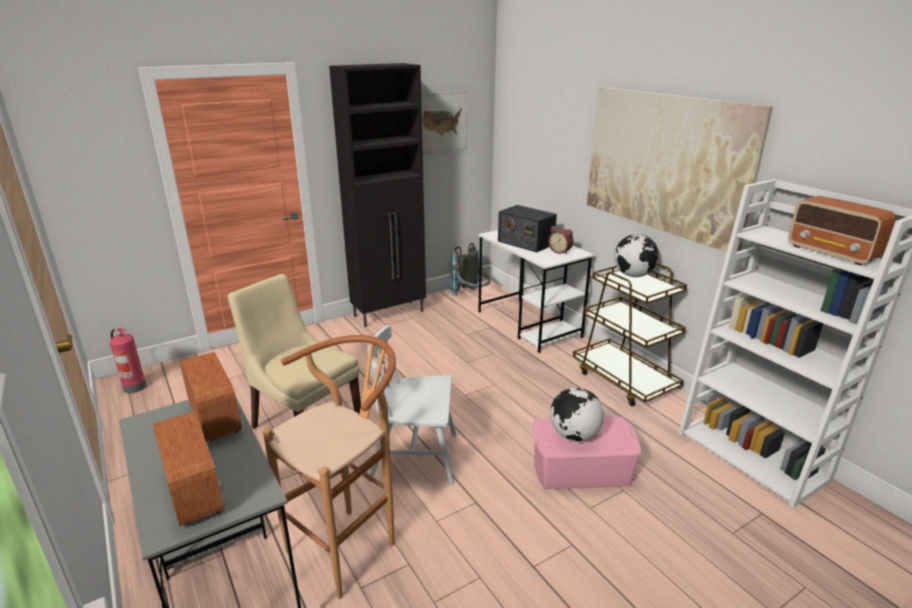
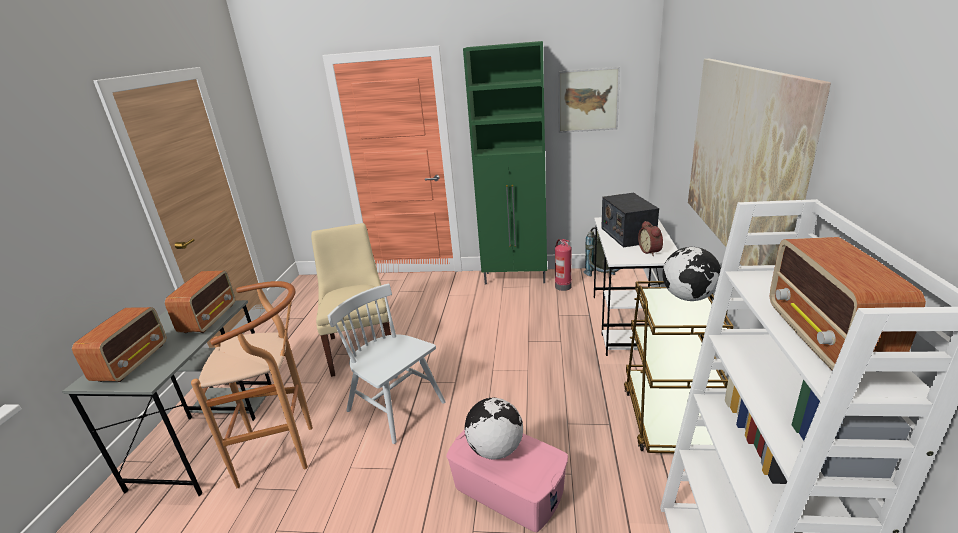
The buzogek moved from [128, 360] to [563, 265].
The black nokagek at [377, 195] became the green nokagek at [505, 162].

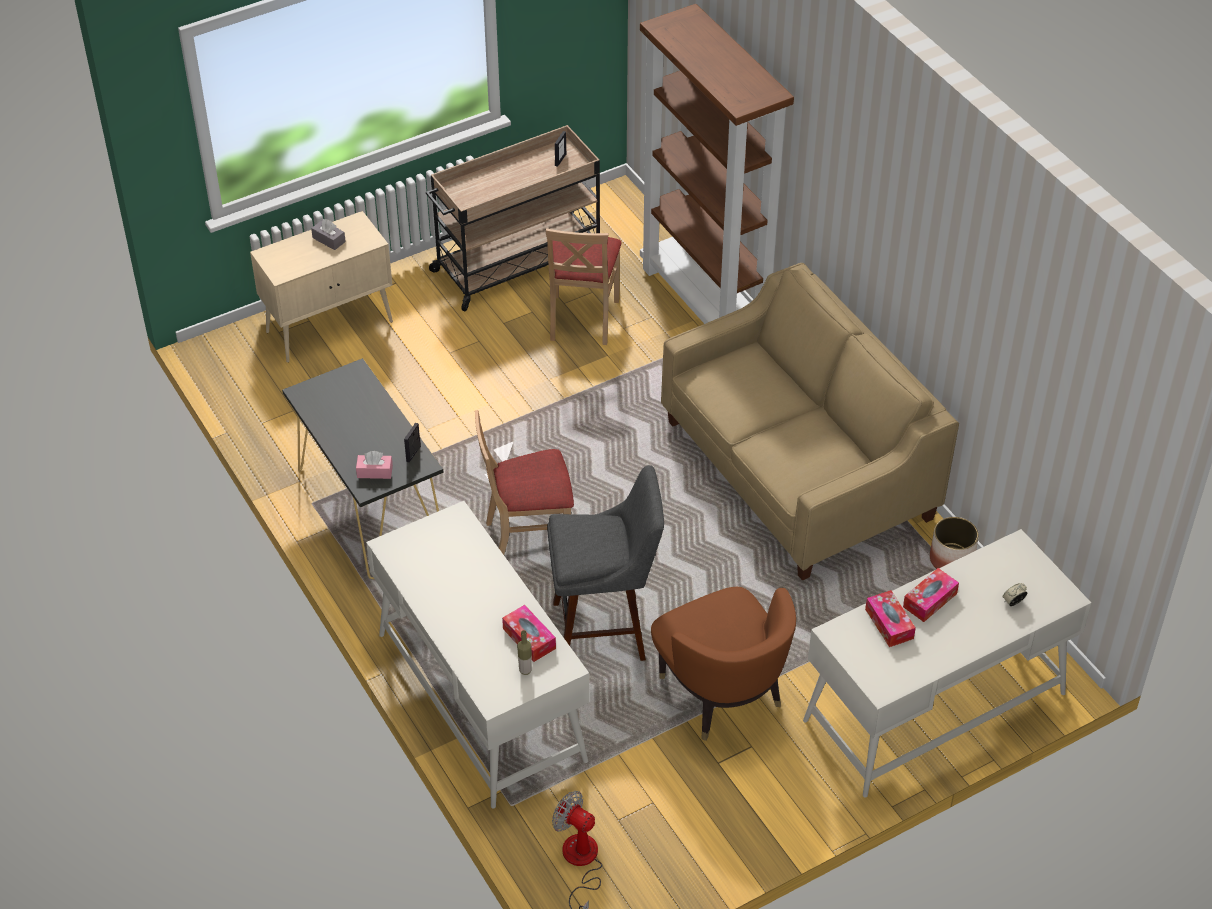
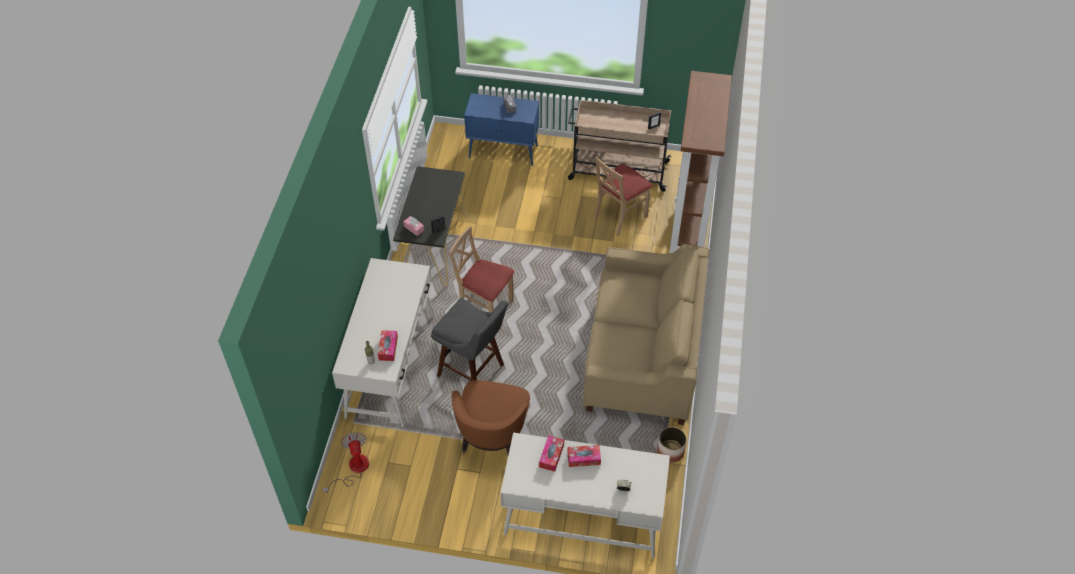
The beige nokagek at [321, 287] became the blue nokagek at [501, 129].

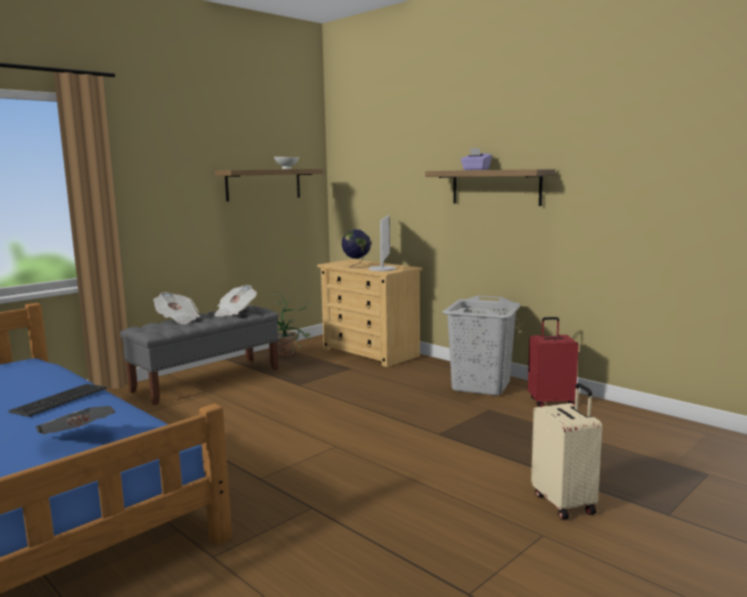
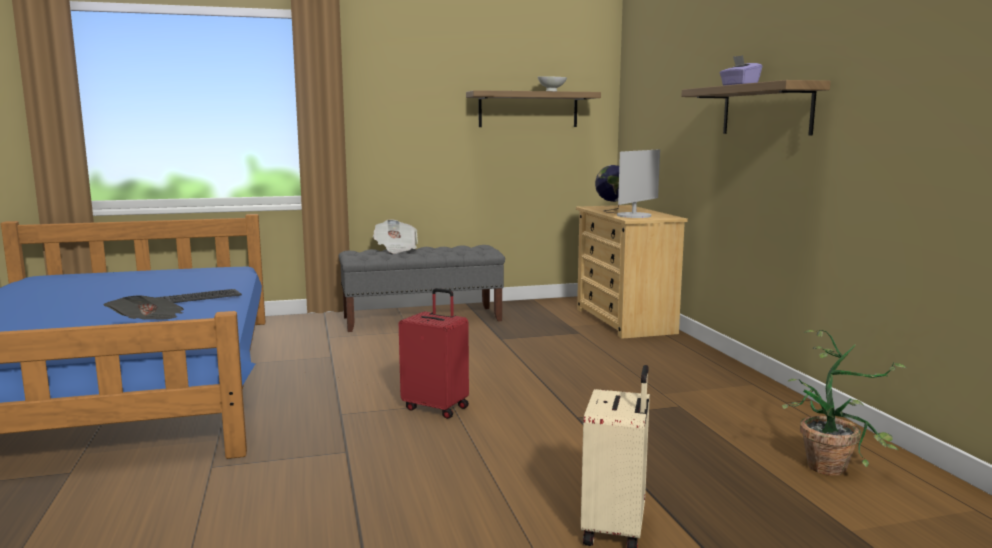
The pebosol at [235, 301] disappeared.
The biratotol moved from [290, 324] to [844, 402].
The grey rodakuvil at [481, 346] disappeared.
The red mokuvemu moved from [553, 362] to [434, 353].

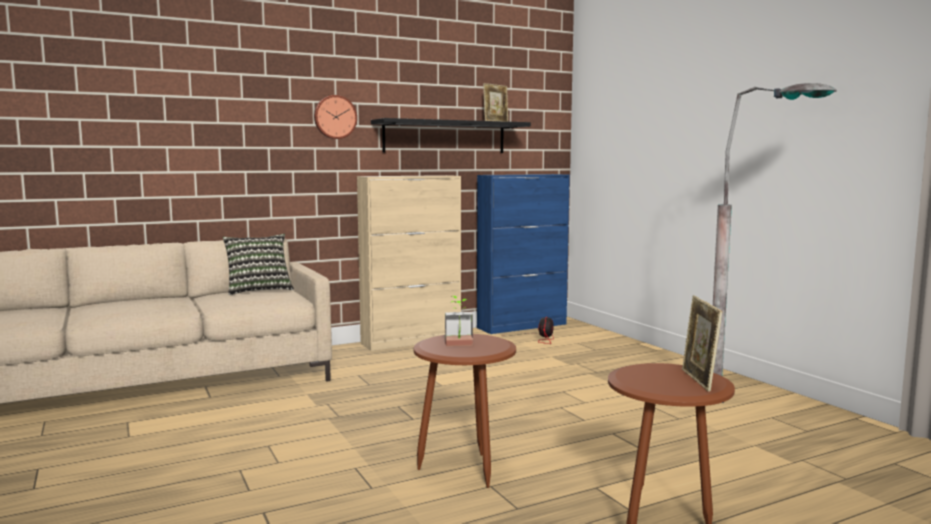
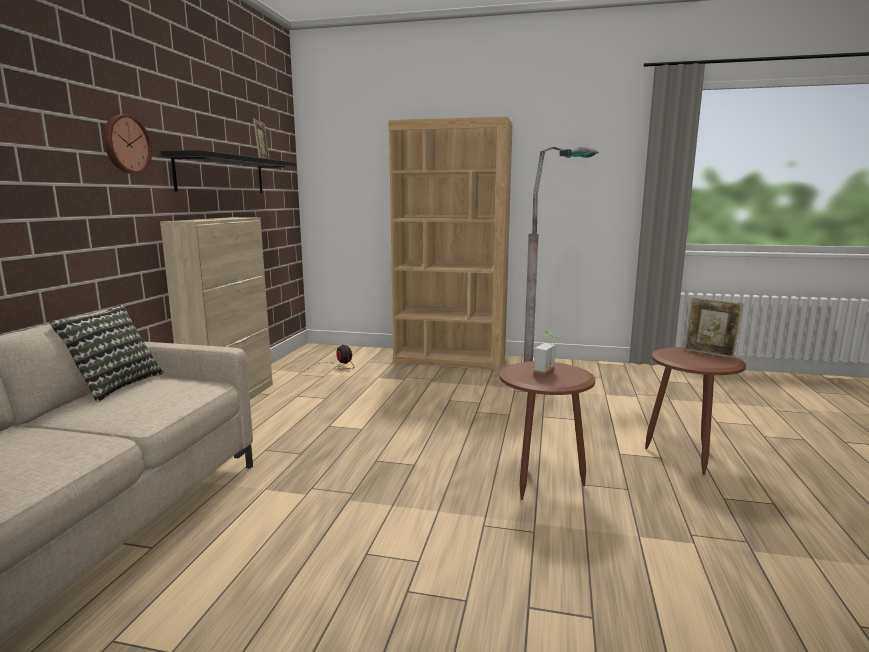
The blue nokagek at [523, 254] disappeared.
The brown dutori at [450, 243] appeared.

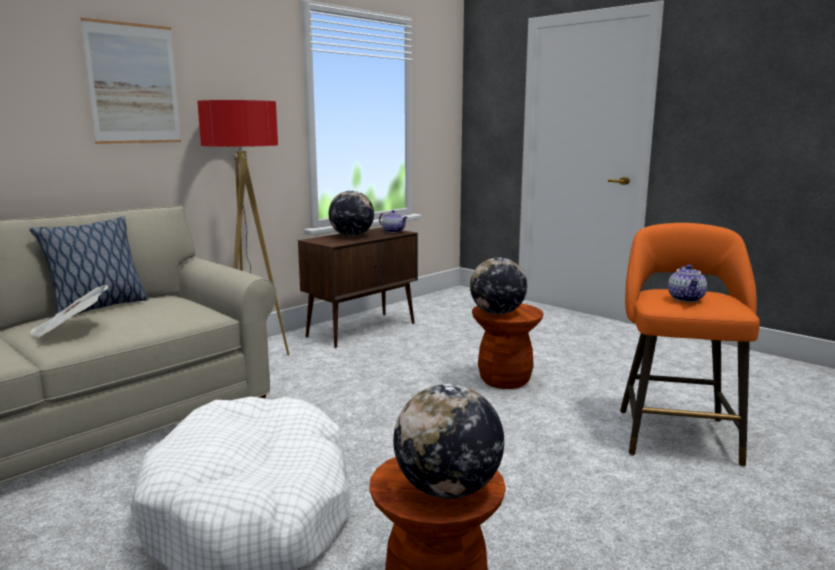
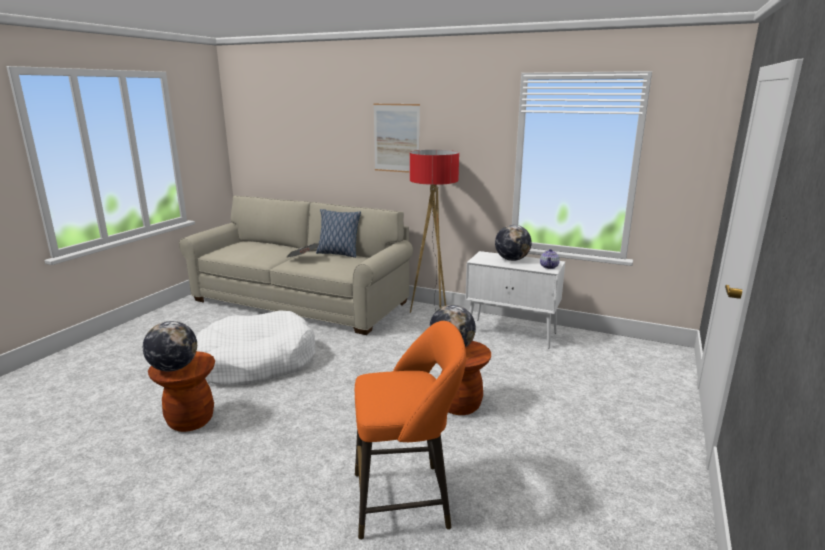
The brown nokagek at [358, 287] became the white nokagek at [515, 299].
The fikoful at [687, 283] disappeared.

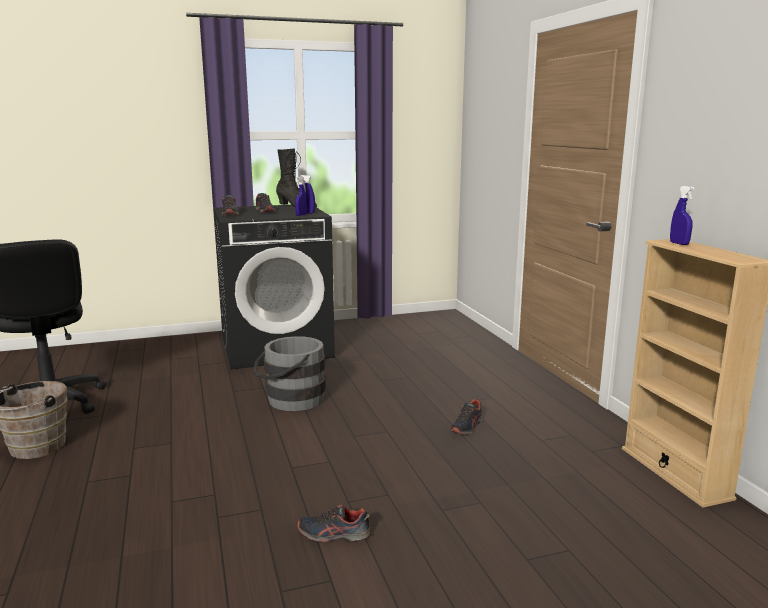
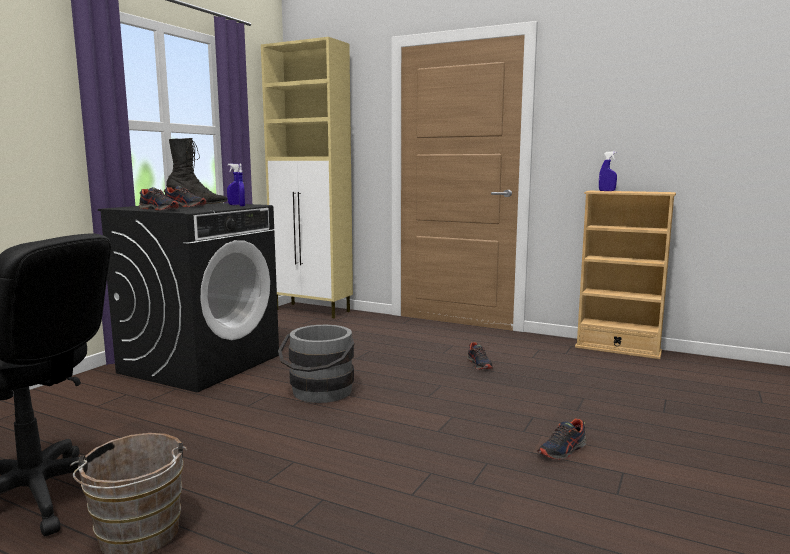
The beige nokagek at [307, 177] appeared.

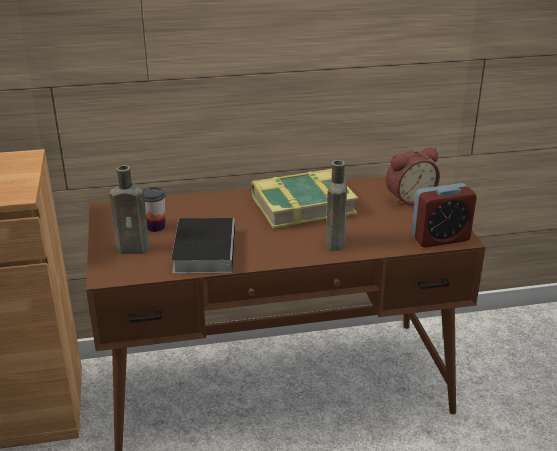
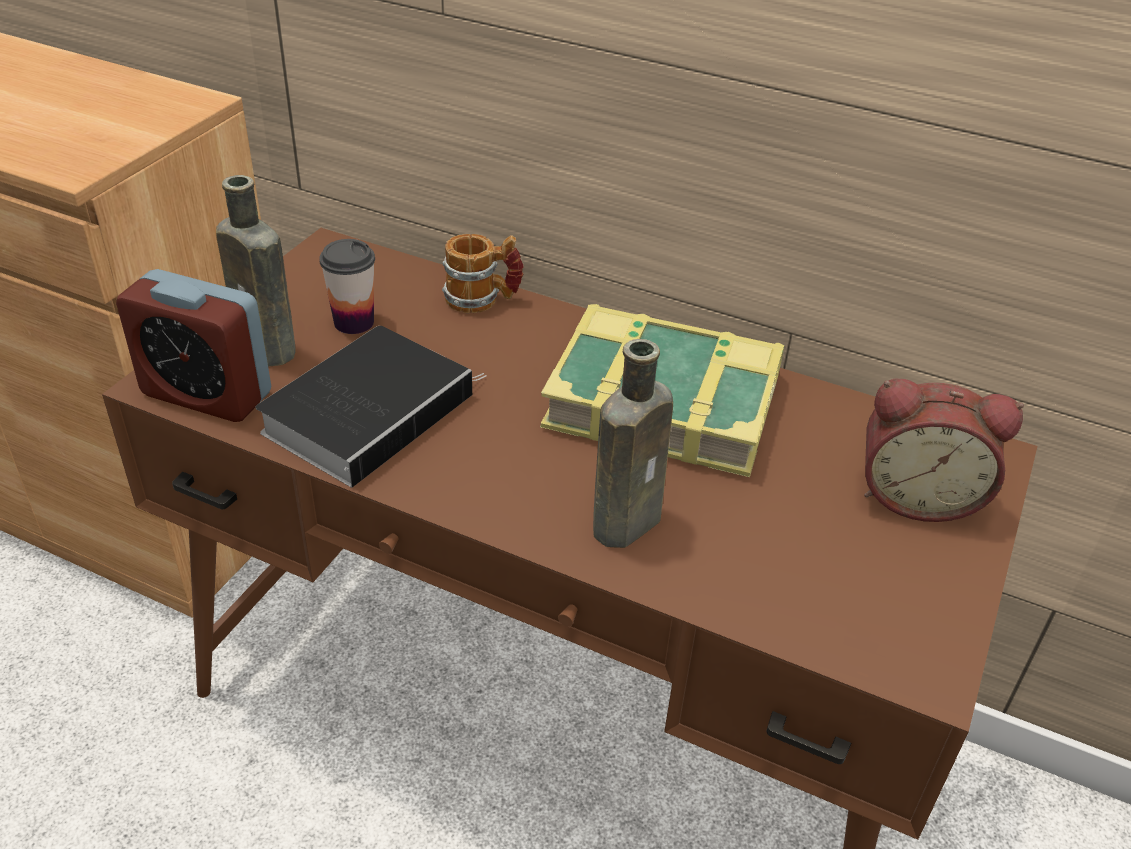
The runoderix moved from [444, 215] to [193, 345].
The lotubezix at [483, 273] appeared.

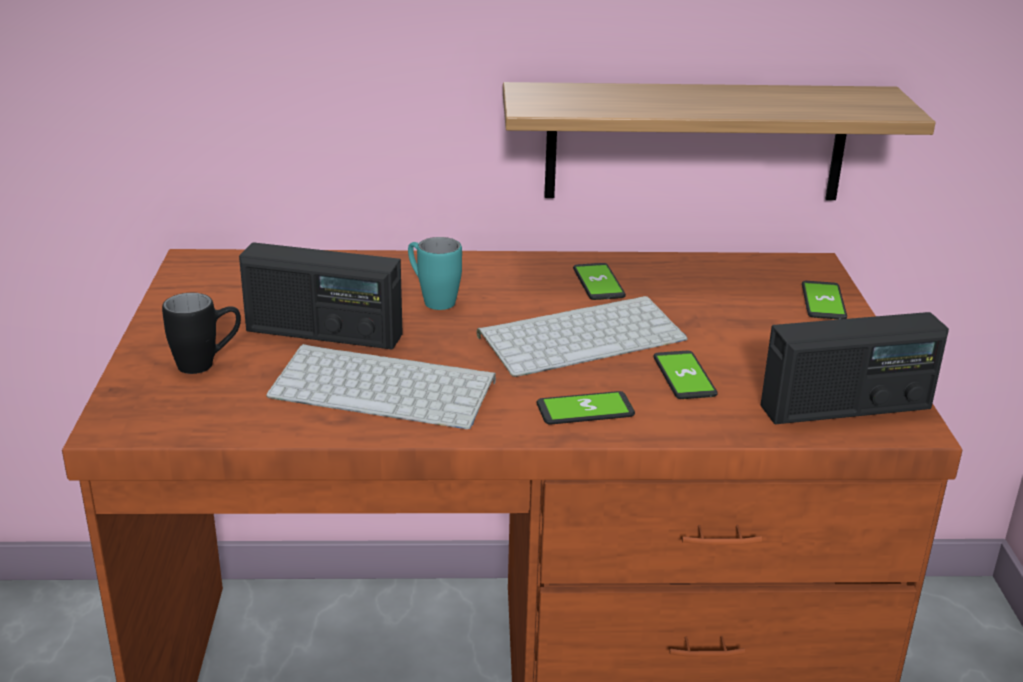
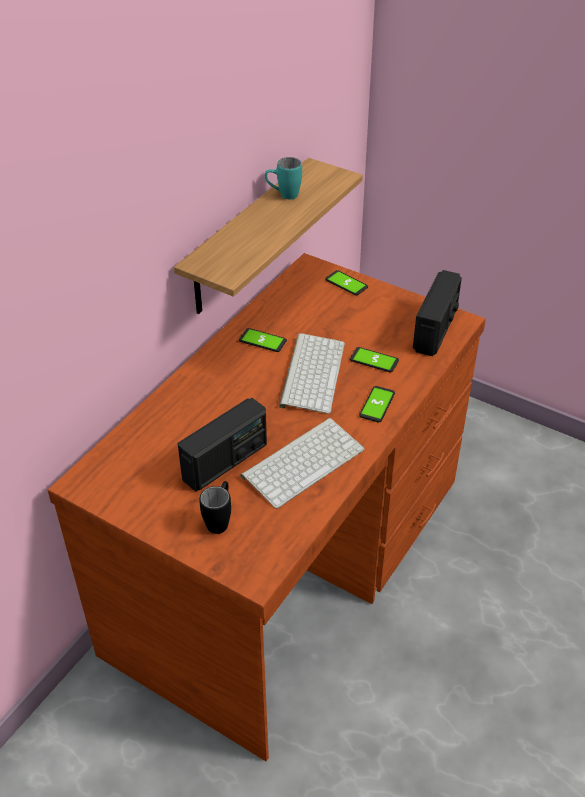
The turquoise lotubezix moved from [435, 273] to [283, 178].

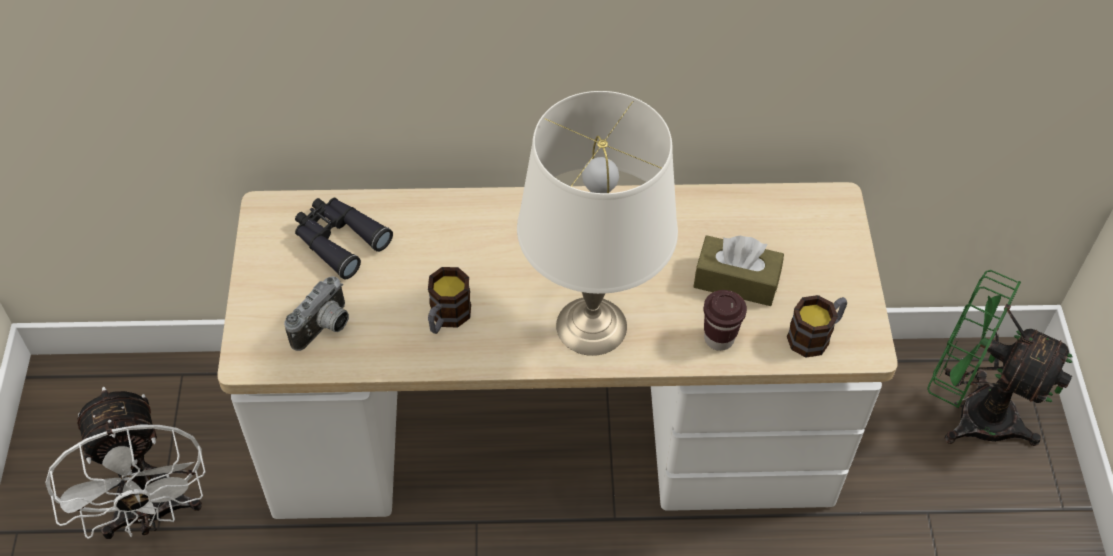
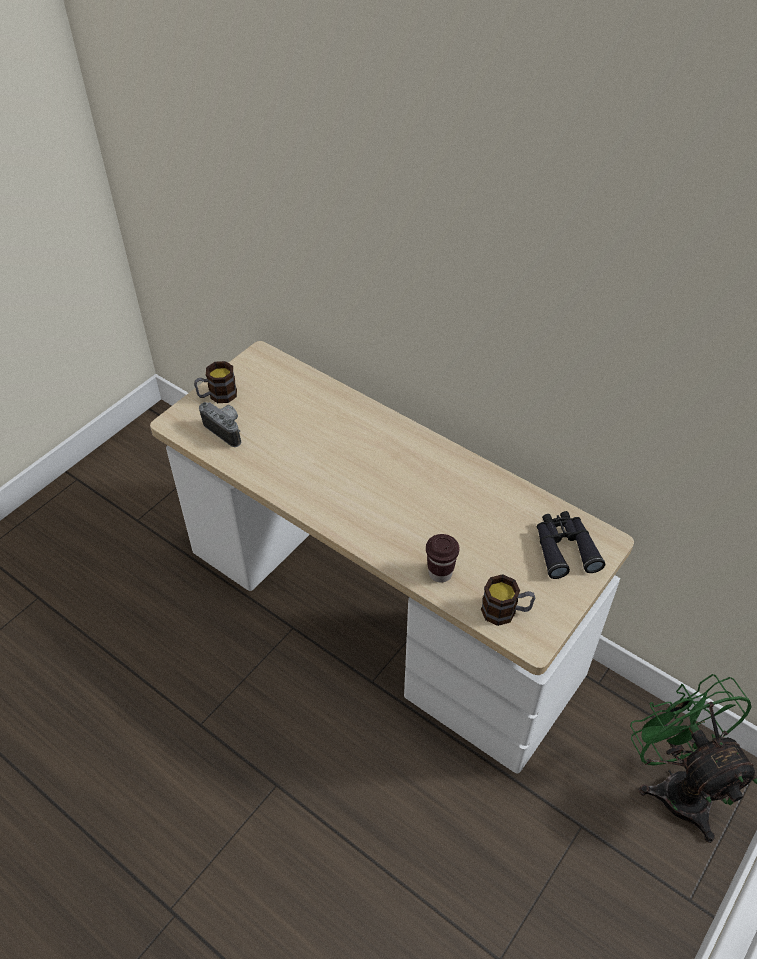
The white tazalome at [125, 463] disappeared.
The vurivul at [316, 313] turned 120 degrees counterclockwise.
The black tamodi moved from [344, 238] to [571, 545].
The lotubezix moved from [449, 300] to [215, 382].
The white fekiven at [597, 223] disappeared.
The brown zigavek at [738, 270] disappeared.

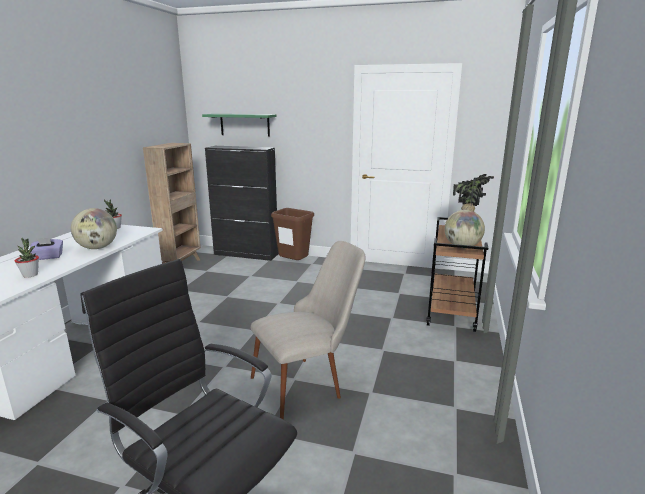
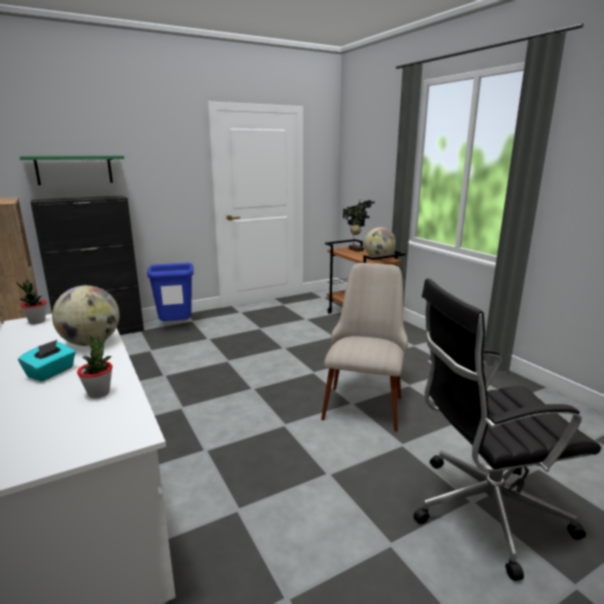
The purple zigavek at [46, 249] became the turquoise zigavek at [47, 361].
The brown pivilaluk at [292, 234] became the blue pivilaluk at [170, 292].

